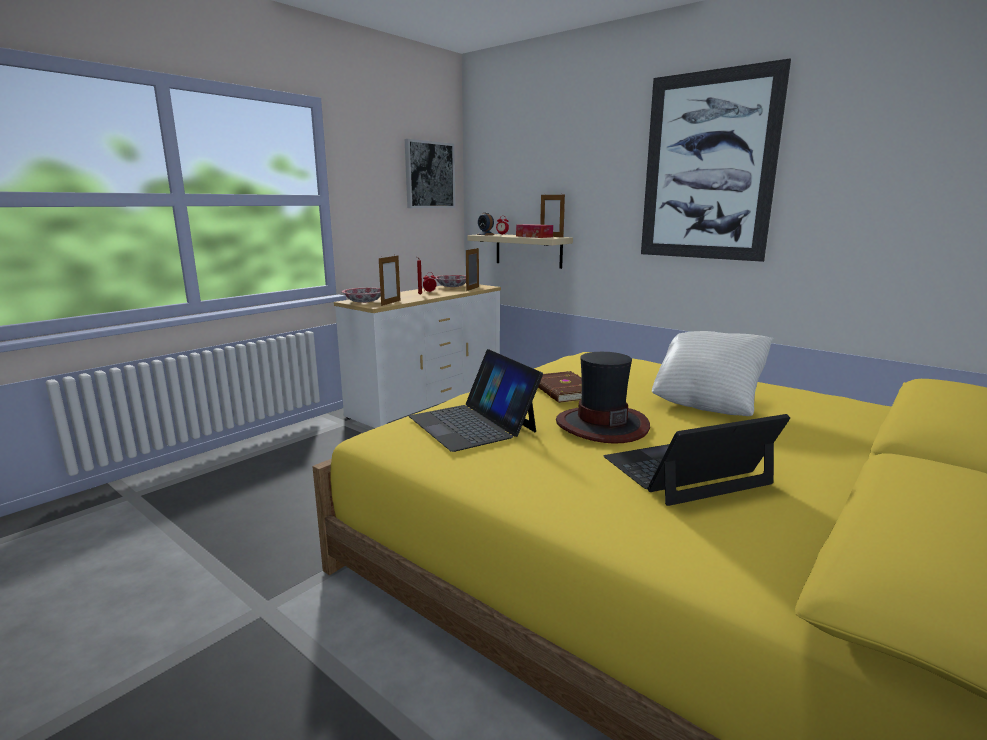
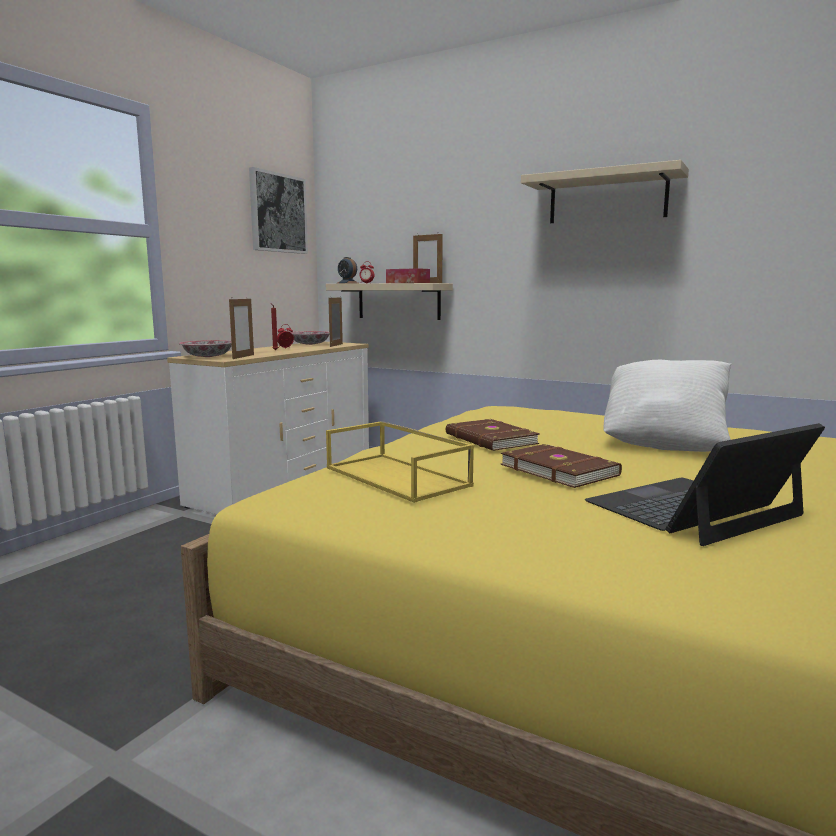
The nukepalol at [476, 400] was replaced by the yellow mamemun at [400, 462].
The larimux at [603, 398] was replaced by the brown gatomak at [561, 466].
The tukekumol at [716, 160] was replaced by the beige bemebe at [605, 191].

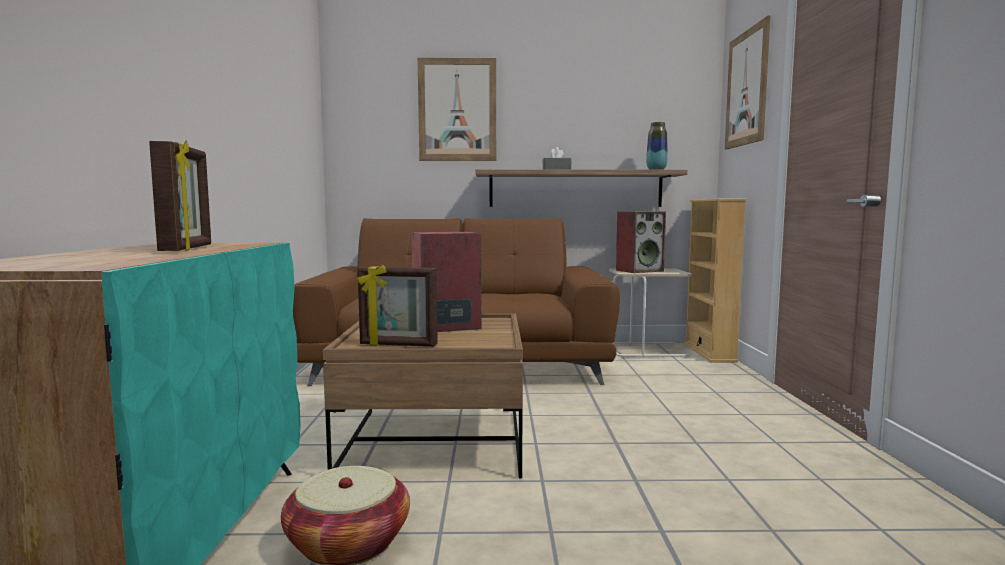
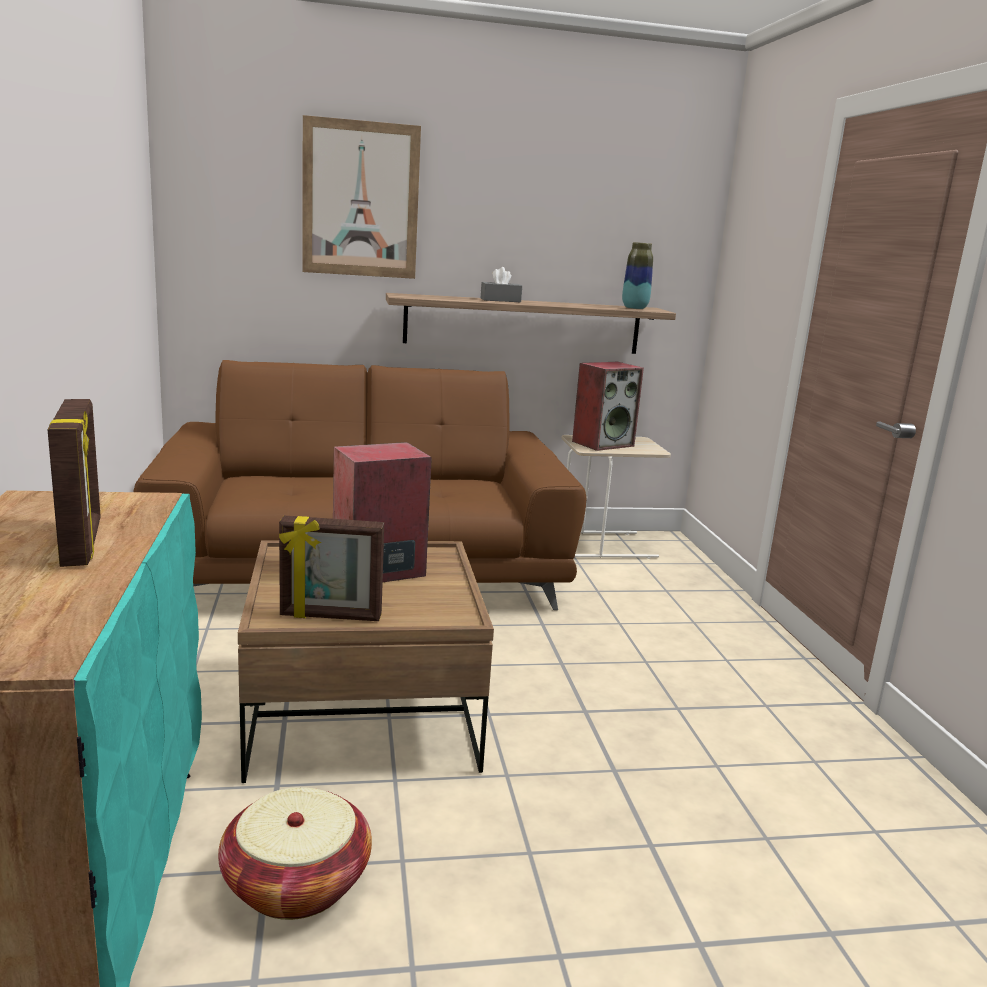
The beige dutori at [715, 280] disappeared.
The tukekumol at [747, 83] disappeared.

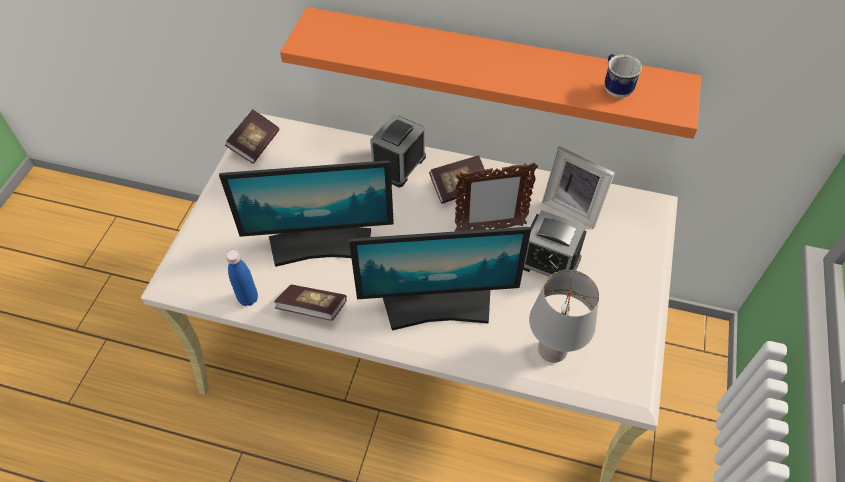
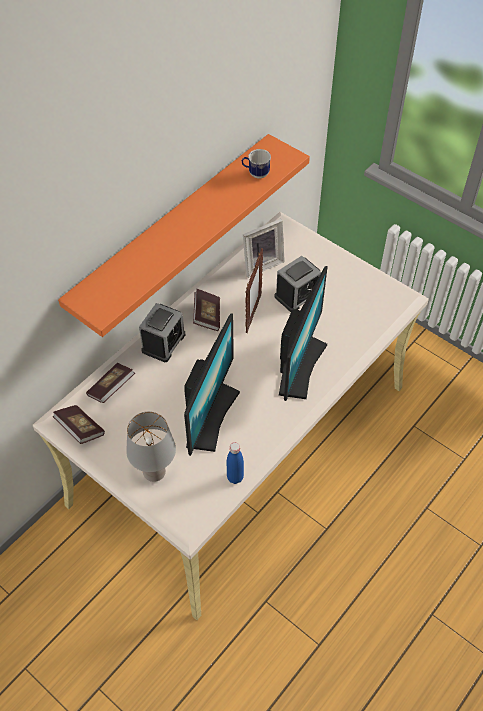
The gatomak moved from [310, 303] to [110, 383].
The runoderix at [398, 150] turned 120 degrees counterclockwise.
The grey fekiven moved from [564, 316] to [151, 447].

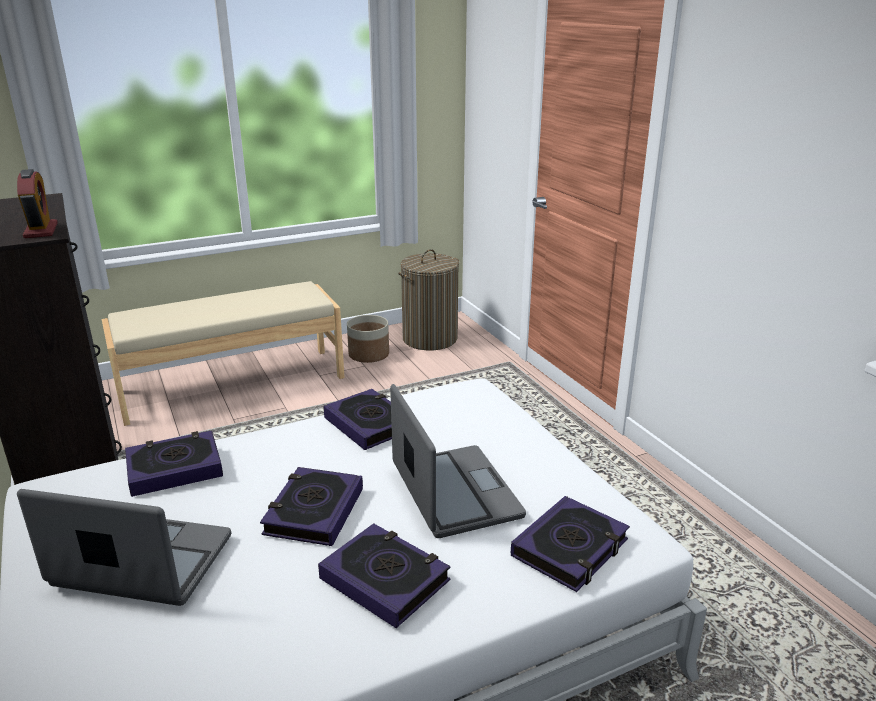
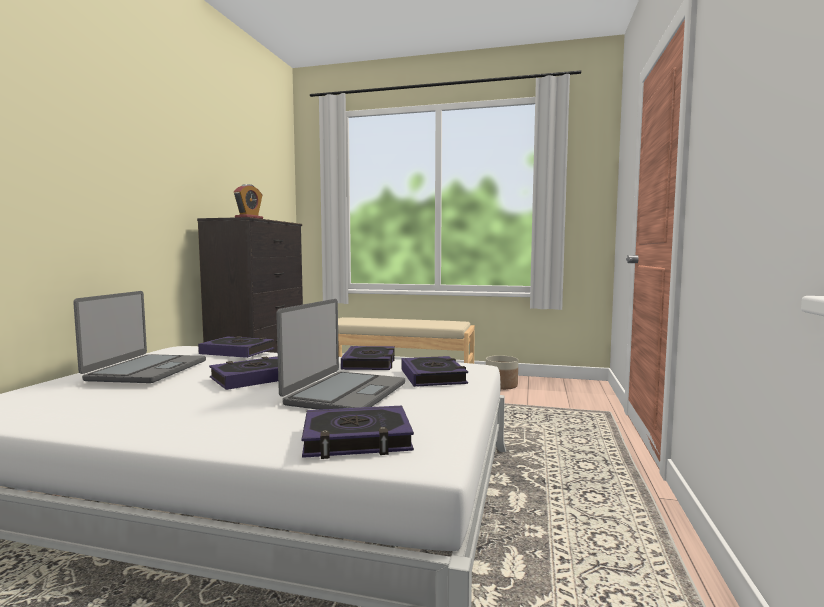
The nukepalol at [124, 547] turned 45 degrees clockwise.
The gatomak moved from [384, 575] to [434, 371].
The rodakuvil at [428, 299] disappeared.

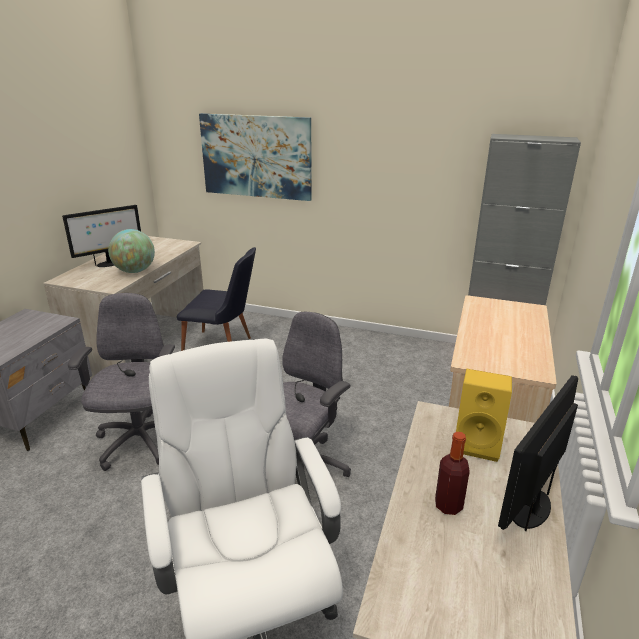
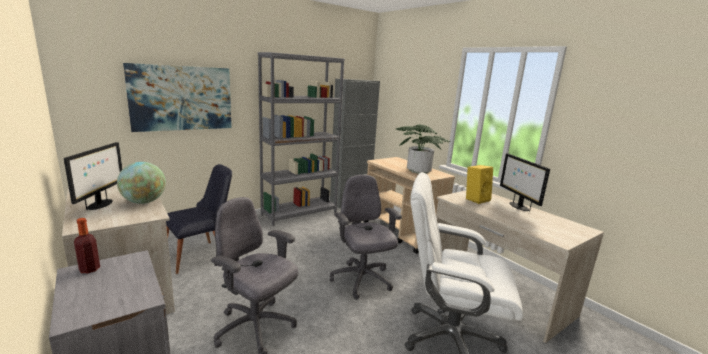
The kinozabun moved from [452, 473] to [87, 245].
The grey dutori at [301, 139] appeared.
The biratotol at [423, 149] appeared.

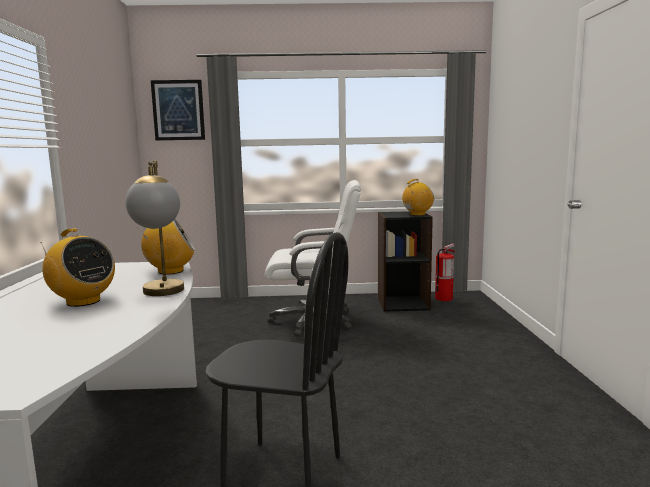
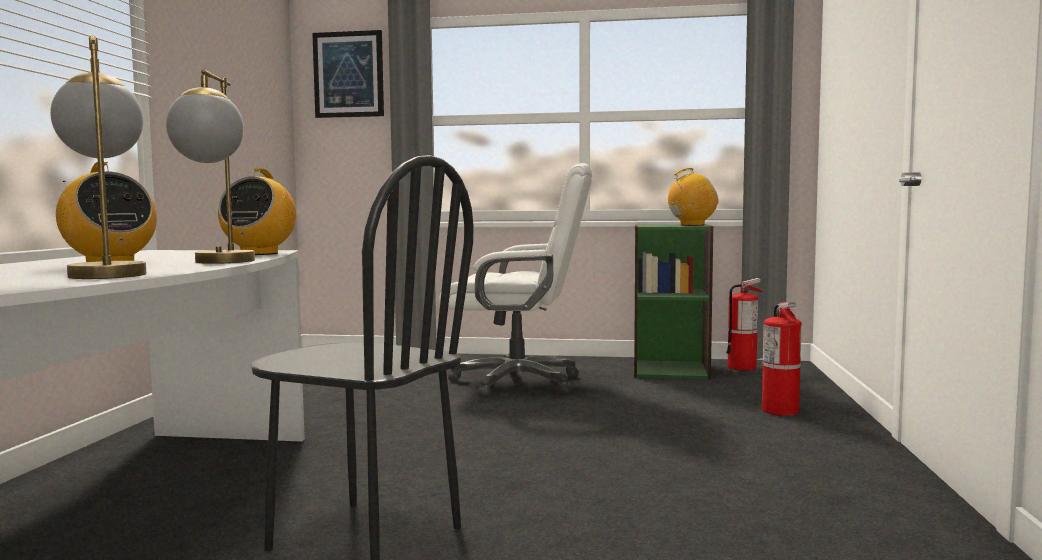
The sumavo at [166, 247] turned 105 degrees clockwise.
The black dutori at [405, 261] became the green dutori at [673, 302].
The fekiven at [98, 157] appeared.
The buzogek at [782, 359] appeared.

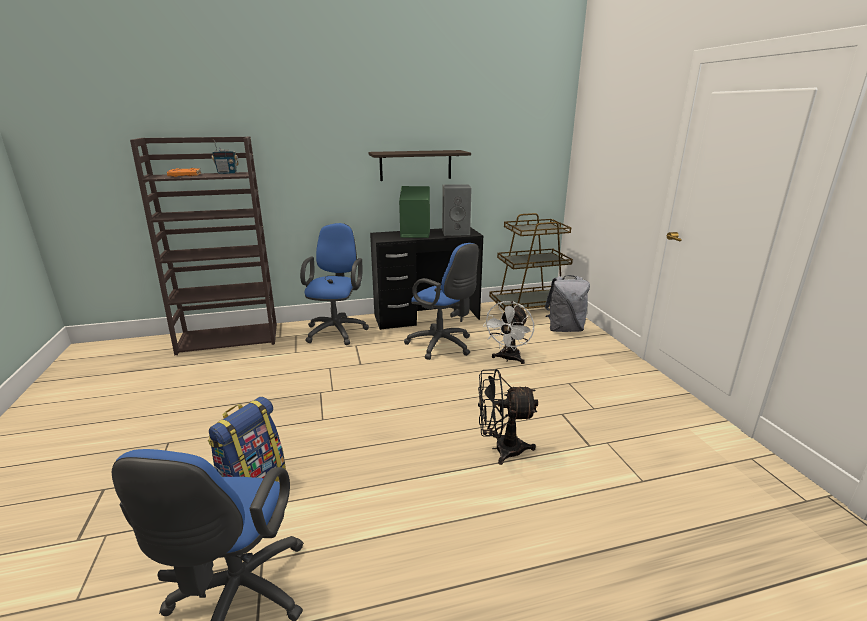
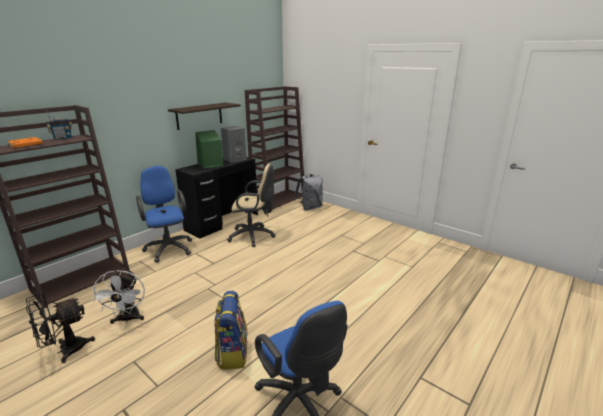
The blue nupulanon at [441, 301] became the beige nupulanon at [251, 205].
The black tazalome moved from [508, 417] to [60, 328].
The white tazalome moved from [508, 332] to [118, 296].
The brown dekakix at [531, 262] was replaced by the brown dutori at [274, 148].

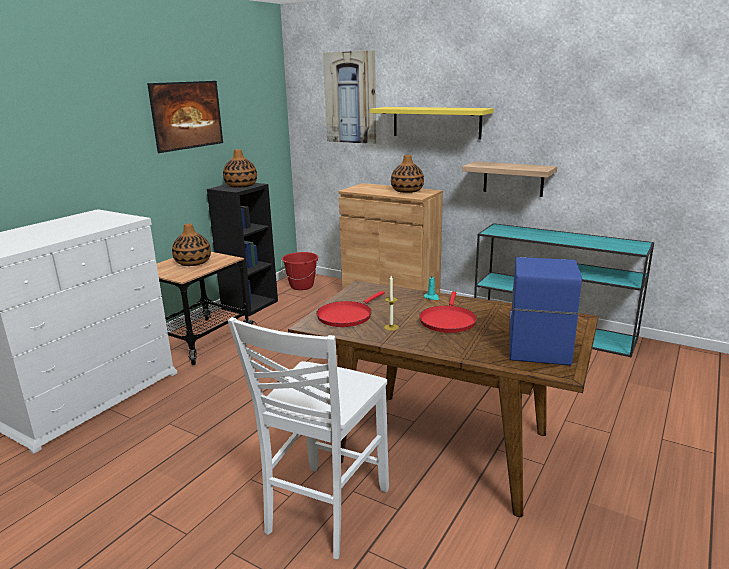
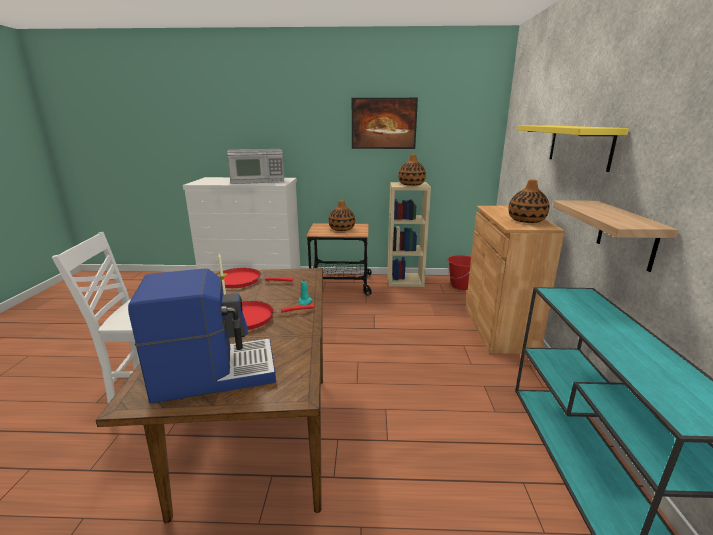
The black dutori at [242, 249] became the beige dutori at [409, 234].
The tukekumol at [349, 97] disappeared.
The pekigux at [255, 166] appeared.

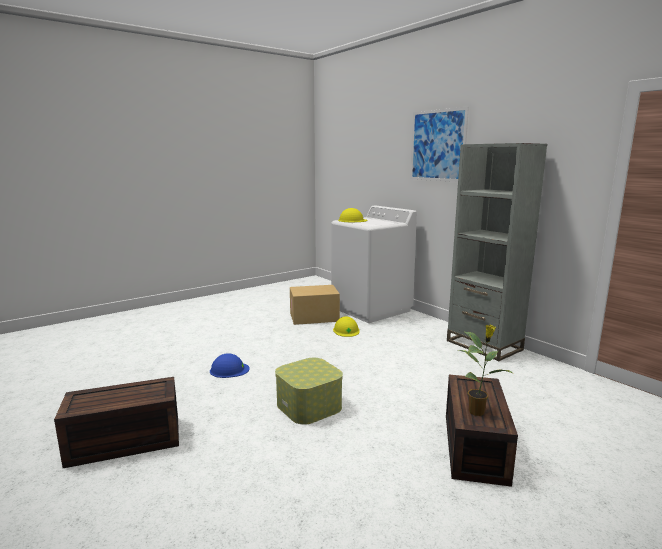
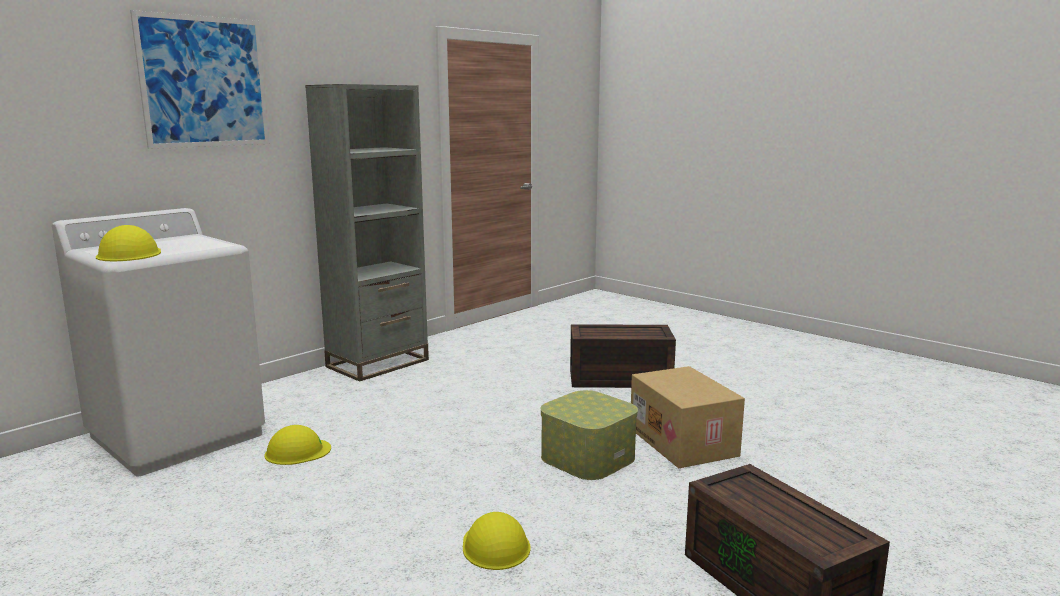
The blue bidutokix at [230, 365] became the yellow bidutokix at [497, 541].
The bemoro moved from [315, 305] to [688, 417].
The biratotol at [486, 370] disappeared.

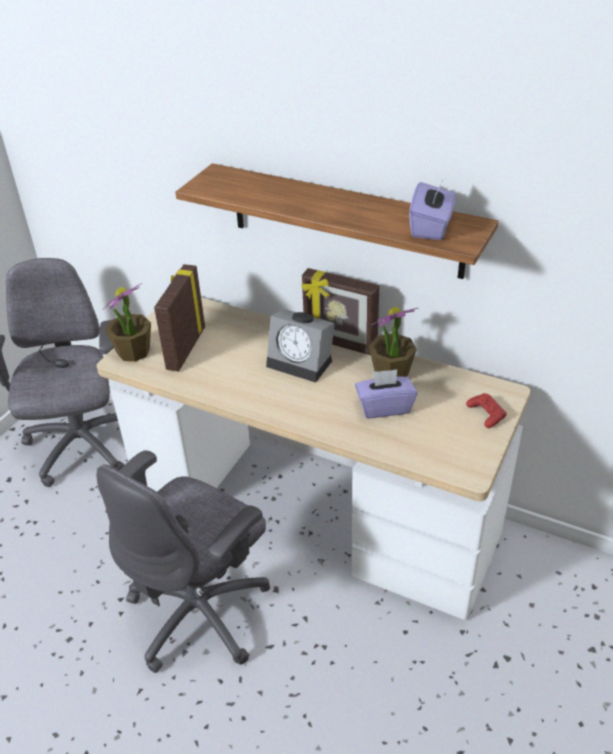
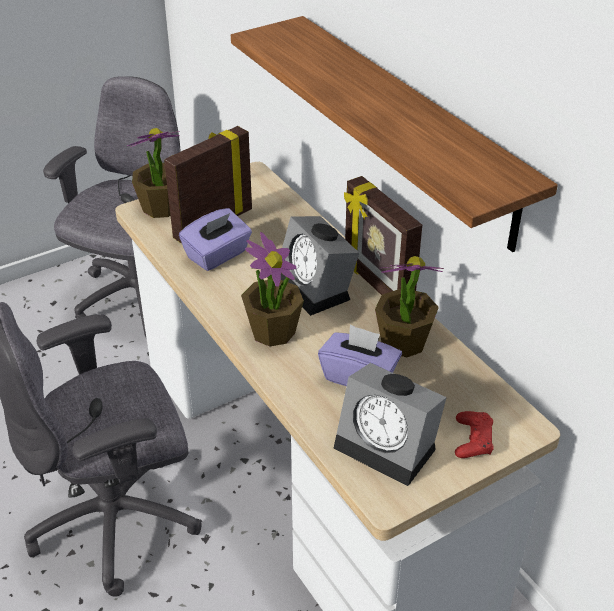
The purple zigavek moved from [432, 211] to [215, 239].
The biratotol at [272, 289] appeared.
The runoderix at [390, 424] appeared.

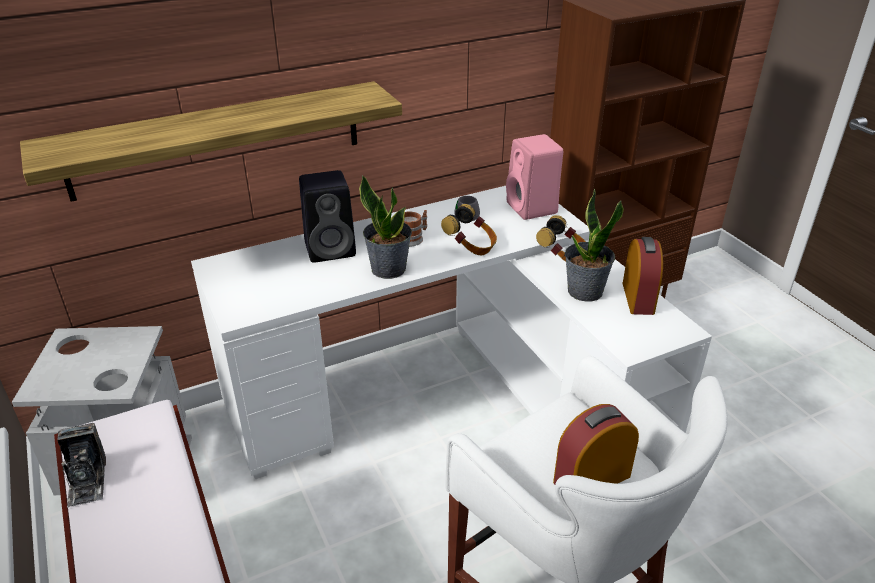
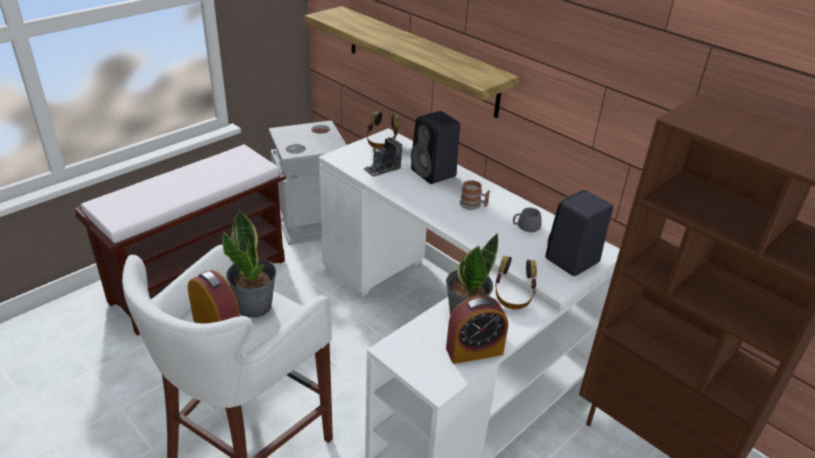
The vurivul moved from [81, 465] to [382, 157].
The biratotol moved from [385, 227] to [249, 263].
The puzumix moved from [469, 229] to [383, 130].
The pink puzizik at [534, 177] became the black puzizik at [579, 233].

